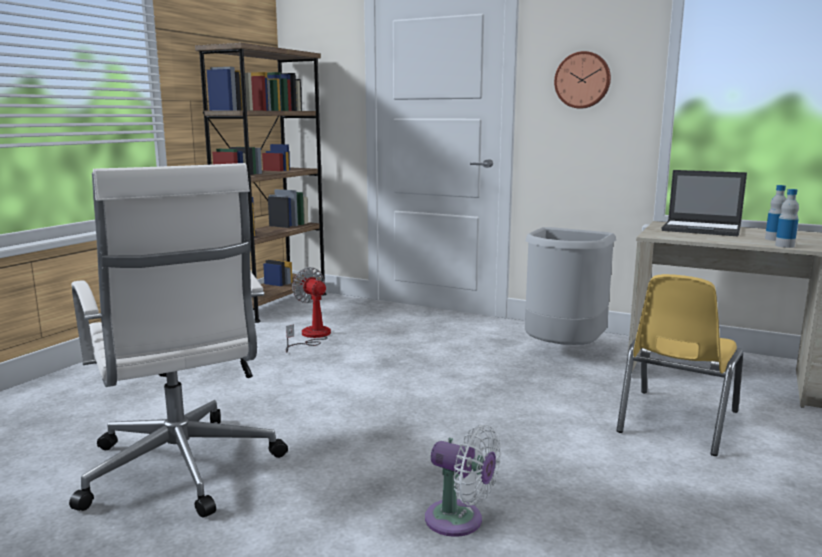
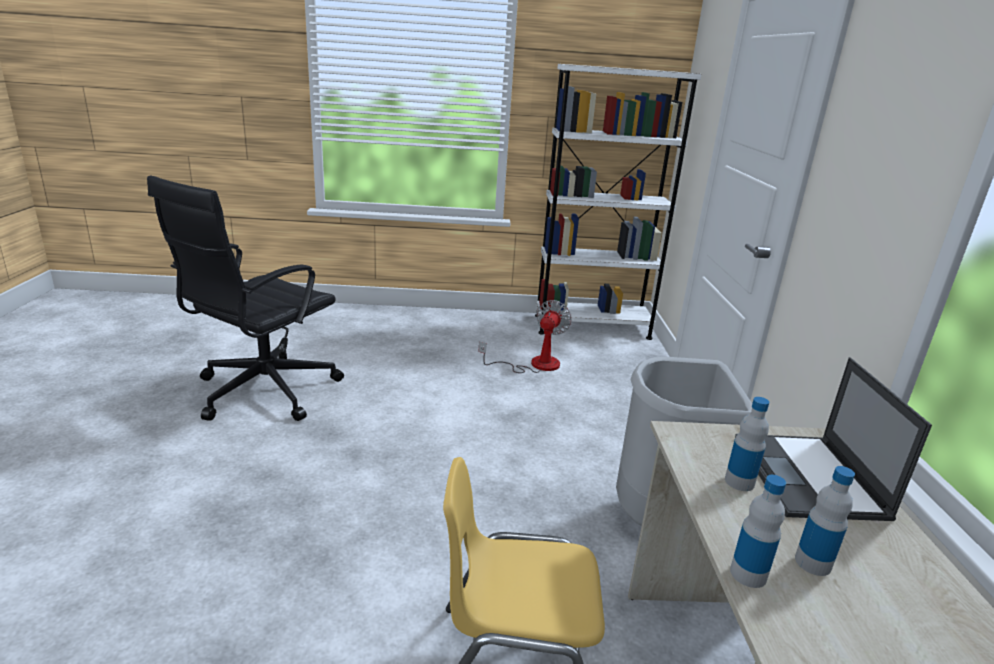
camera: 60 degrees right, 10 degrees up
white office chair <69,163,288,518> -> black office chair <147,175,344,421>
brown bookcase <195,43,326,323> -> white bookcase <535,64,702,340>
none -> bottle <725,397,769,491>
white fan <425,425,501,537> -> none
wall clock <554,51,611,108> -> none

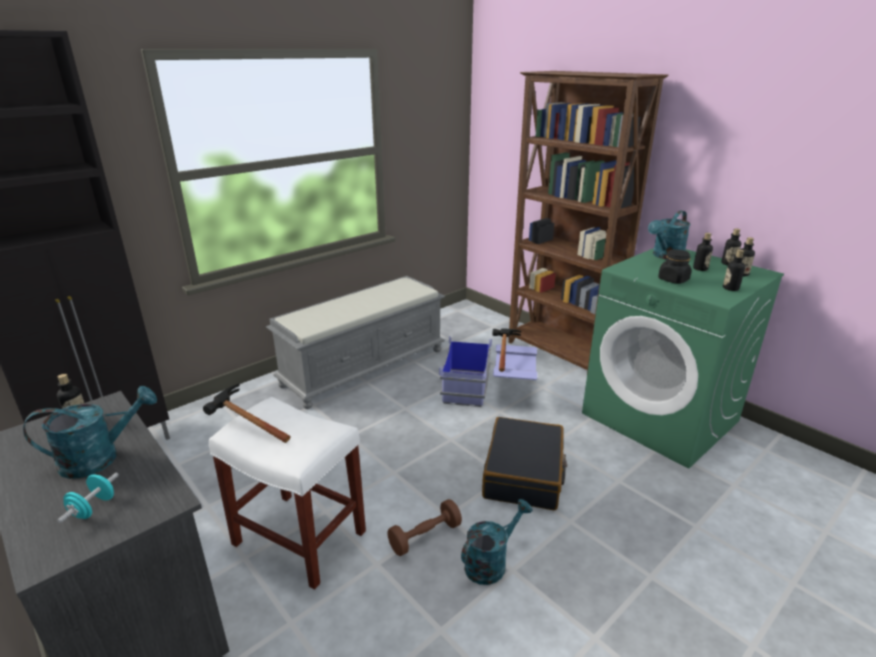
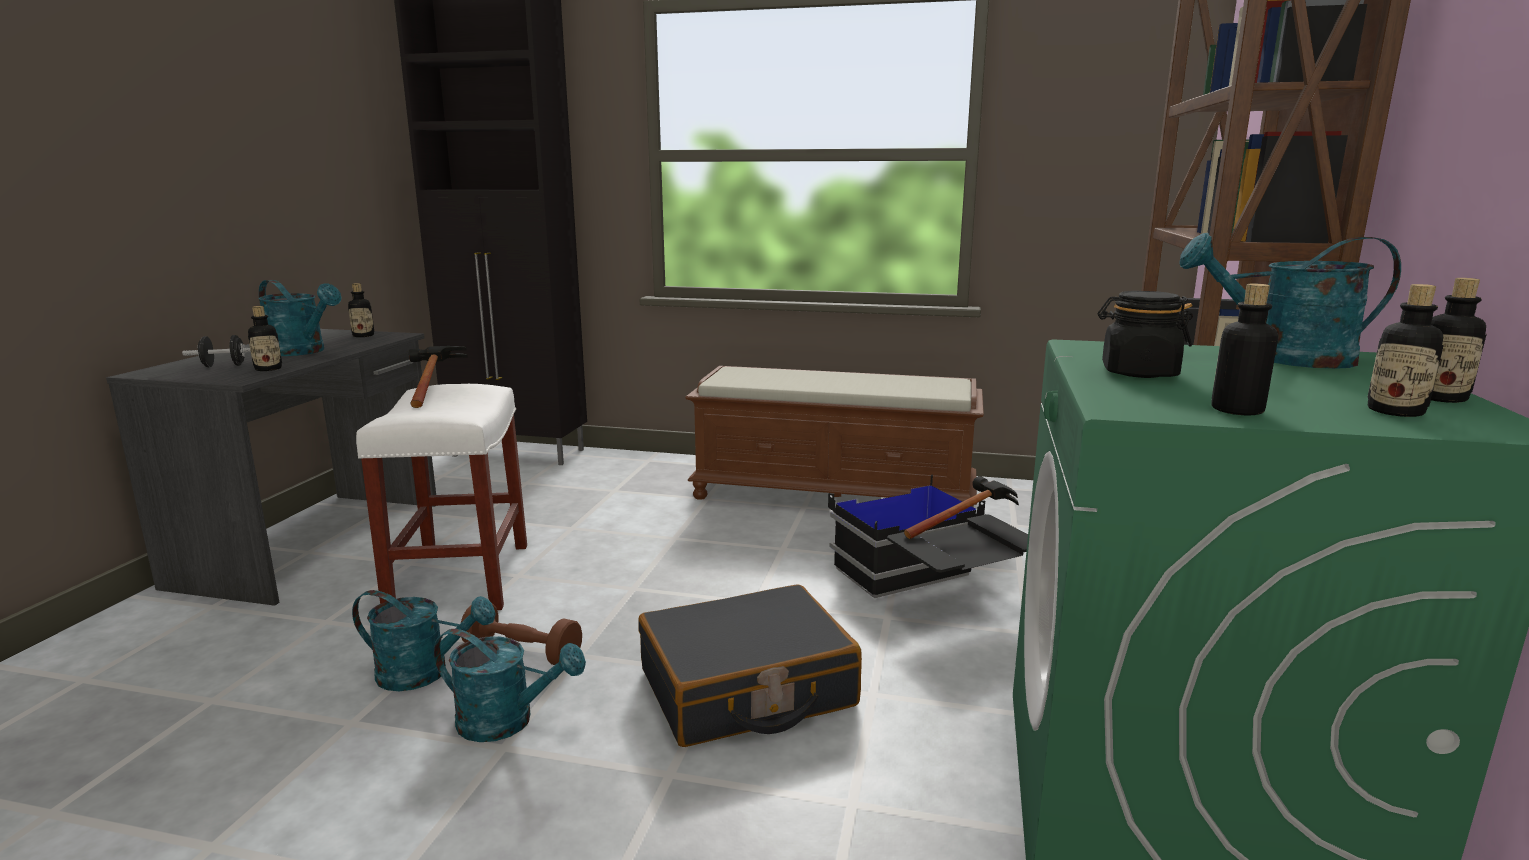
camera: 55 degrees right, 10 degrees down
turquoise dumbbell <57,473,119,523> -> black dumbbell <182,335,251,367>
bottle <693,233,713,271> -> bottle <248,306,282,371>, shifted
none -> turquoise watering can <352,590,496,691>
grey bench <266,276,445,409> -> brown bench <685,366,984,507>
blue storage box <439,336,537,407> -> black storage box <828,474,1028,598>

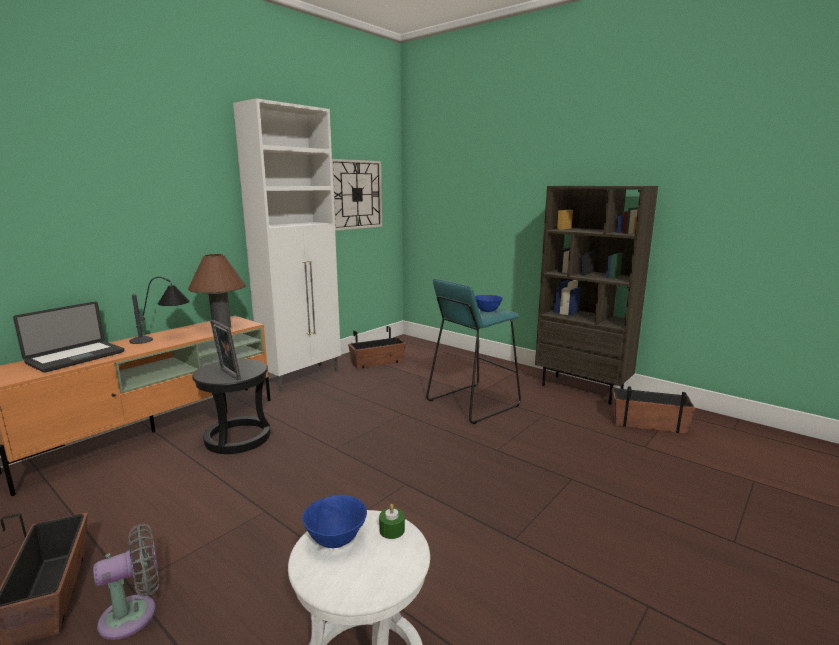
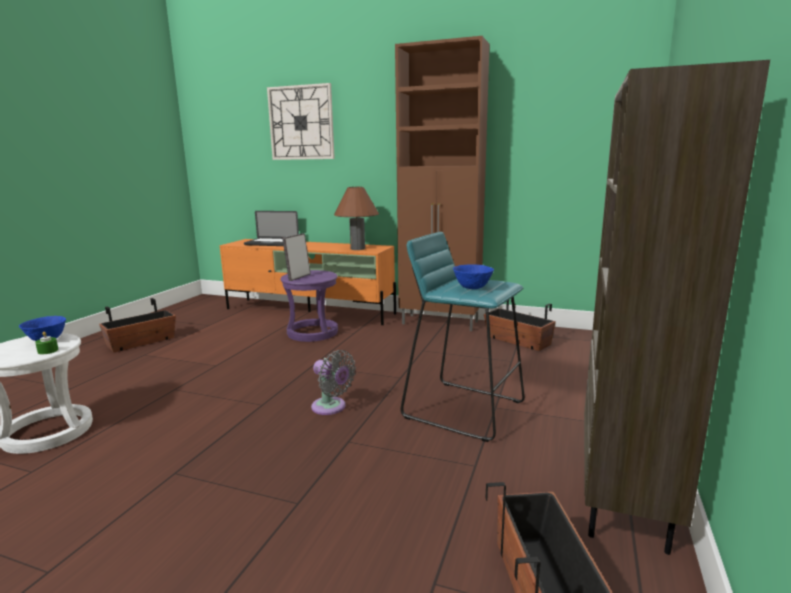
camera: 70 degrees right, 0 degrees up
wall clock <332,159,382,231> -> wall clock <267,83,335,160>, shifted
black stool <192,359,271,454> -> purple stool <280,270,338,342>
grey fan <93,524,159,640> -> grey fan <311,350,356,415>, shifted
white cabinet <233,98,341,392> -> brown cabinet <395,36,490,331>
table lamp <129,277,190,344> -> none

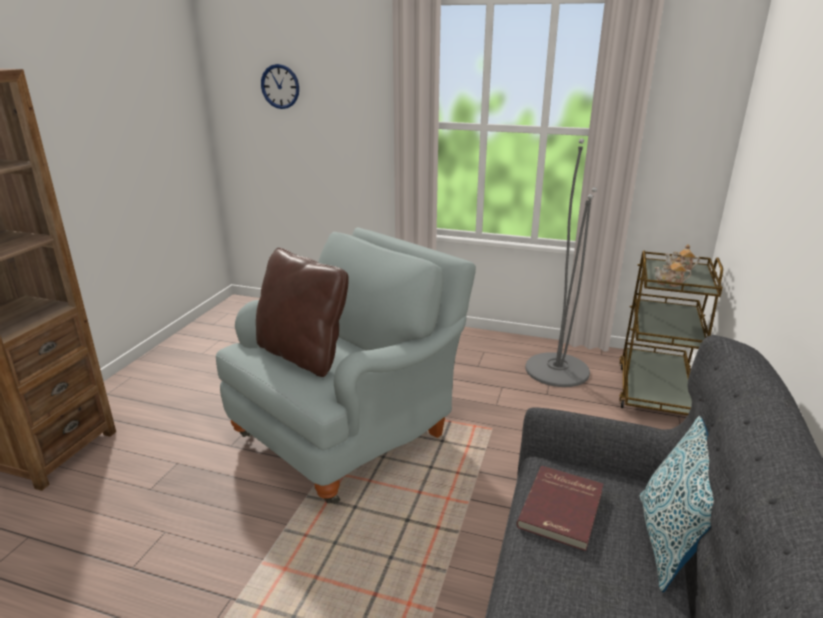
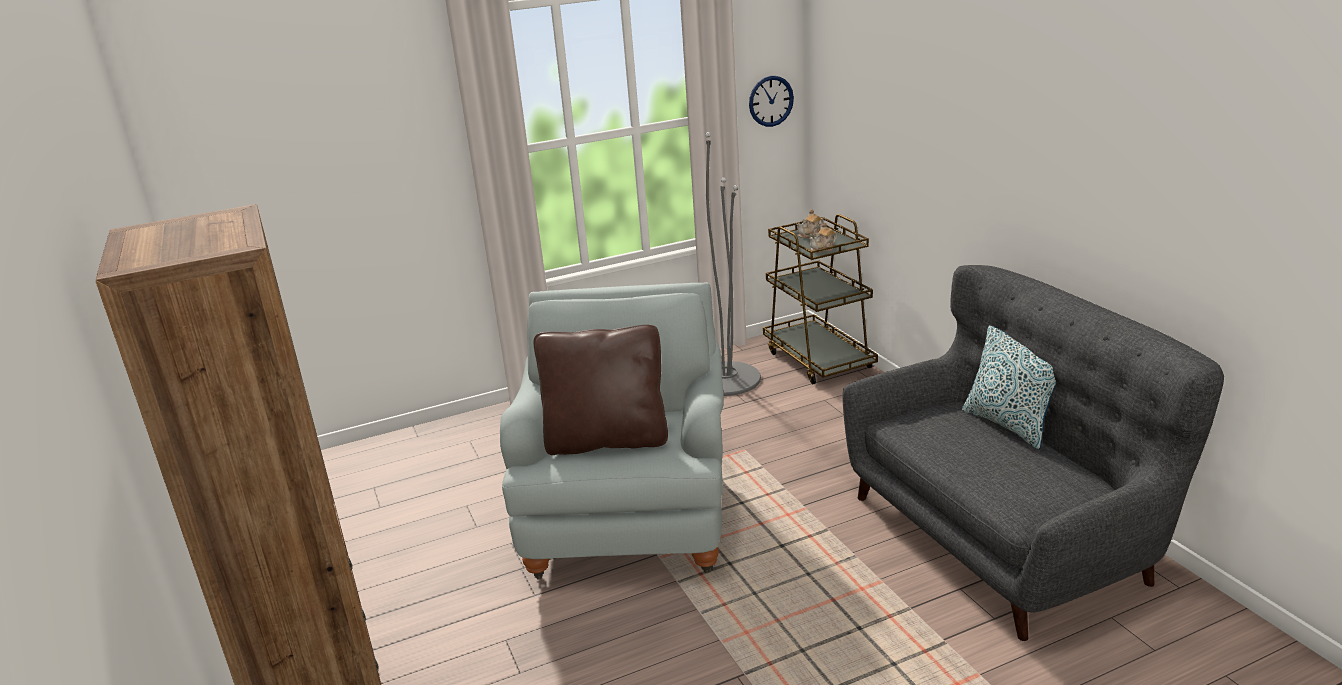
camera: 40 degrees left, 0 degrees up
wall clock <261,64,299,109> -> wall clock <749,76,794,127>, shifted
red book <517,466,603,551> -> none

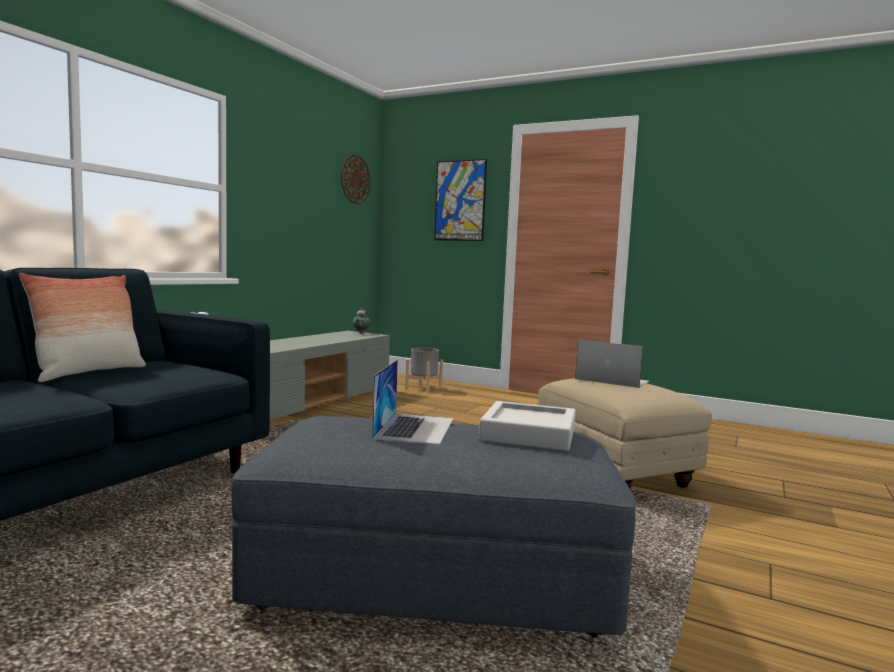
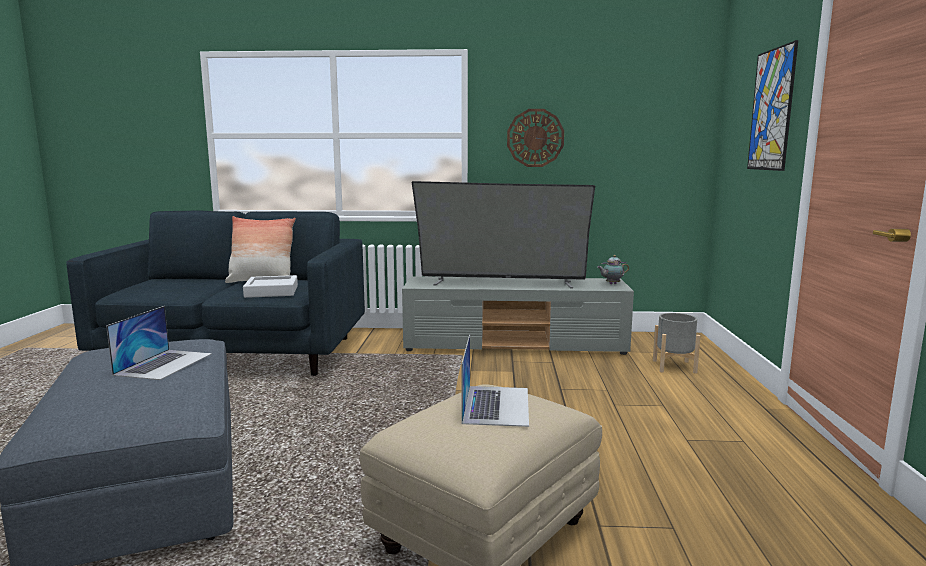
camera: 65 degrees right, 5 degrees up
laptop <372,360,454,445> -> laptop <106,306,212,380>, 60 degrees counterclockwise
grey tray <479,401,576,451> -> grey tray <243,275,298,298>, shifted
none -> television <412,181,595,289>
wall clock <341,154,371,204> -> wall clock <507,109,564,167>, shifted

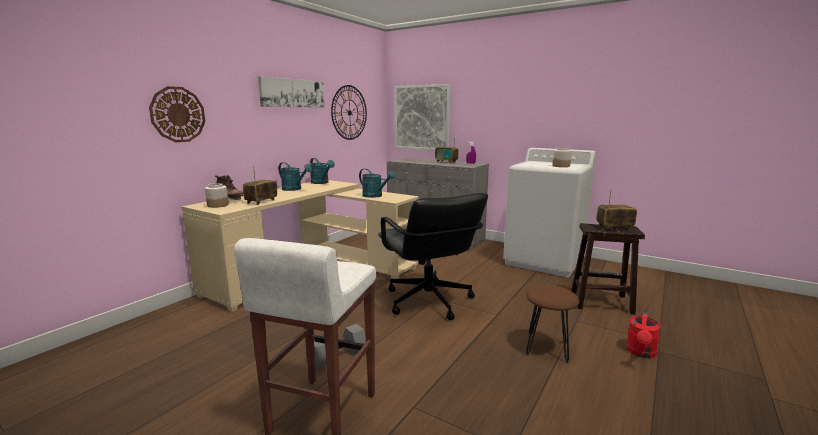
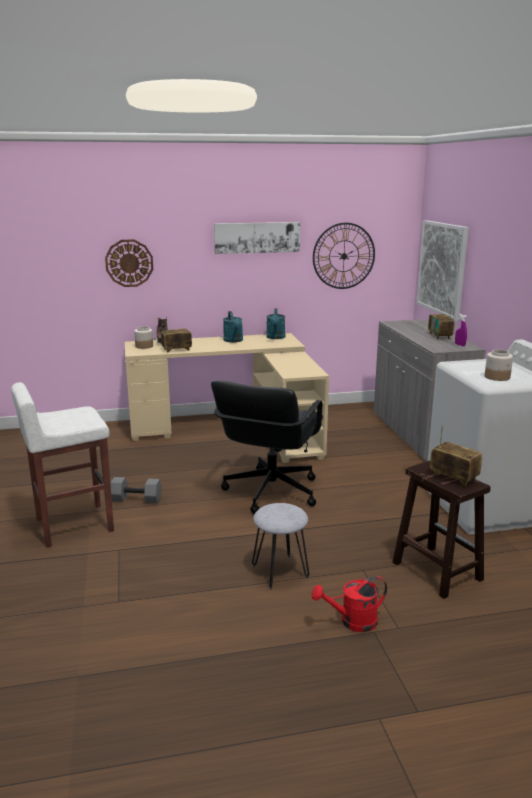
camera: 45 degrees right, 5 degrees up
brown stool <526,285,579,363> -> grey stool <252,503,309,589>
turquoise watering can <359,169,396,198> -> none

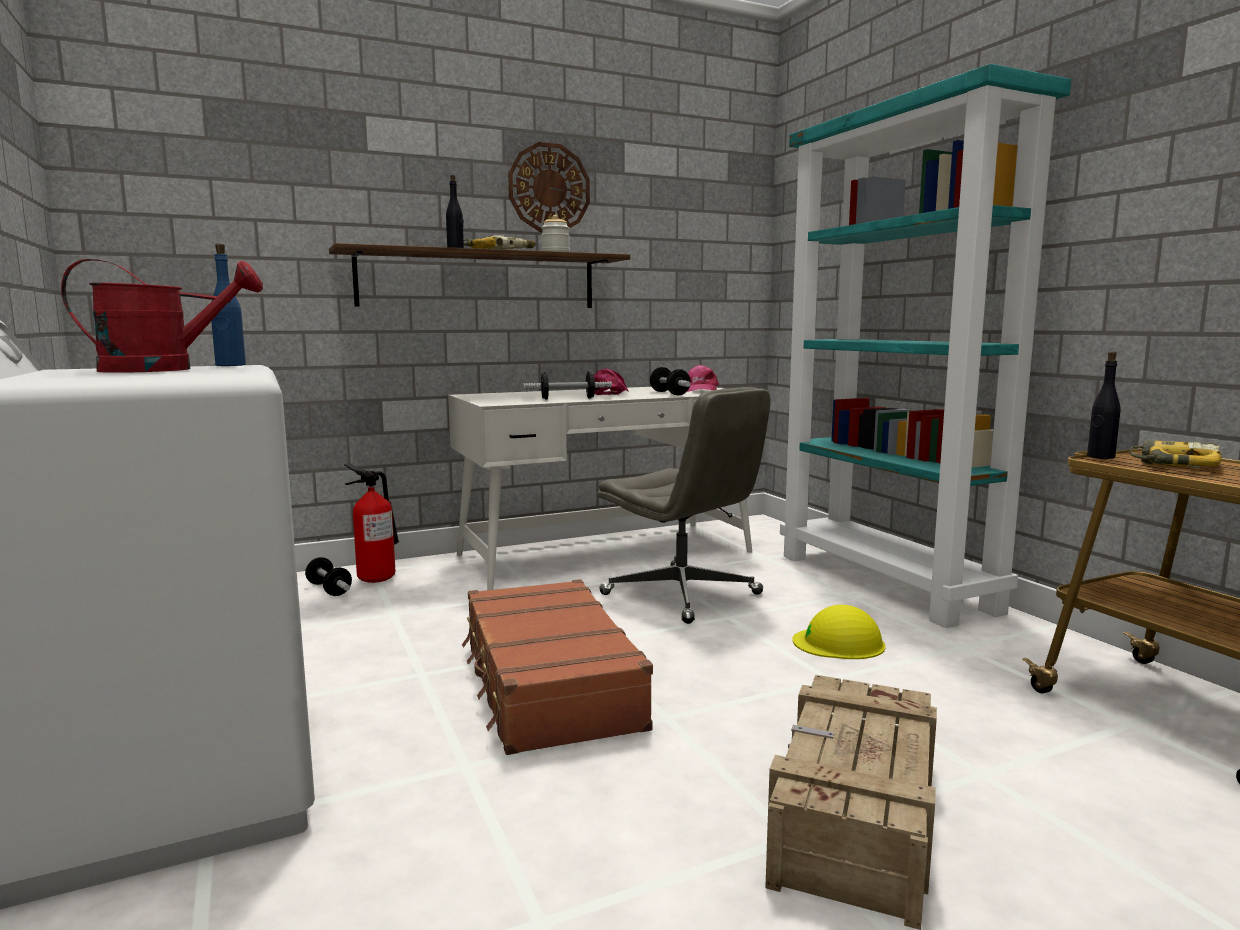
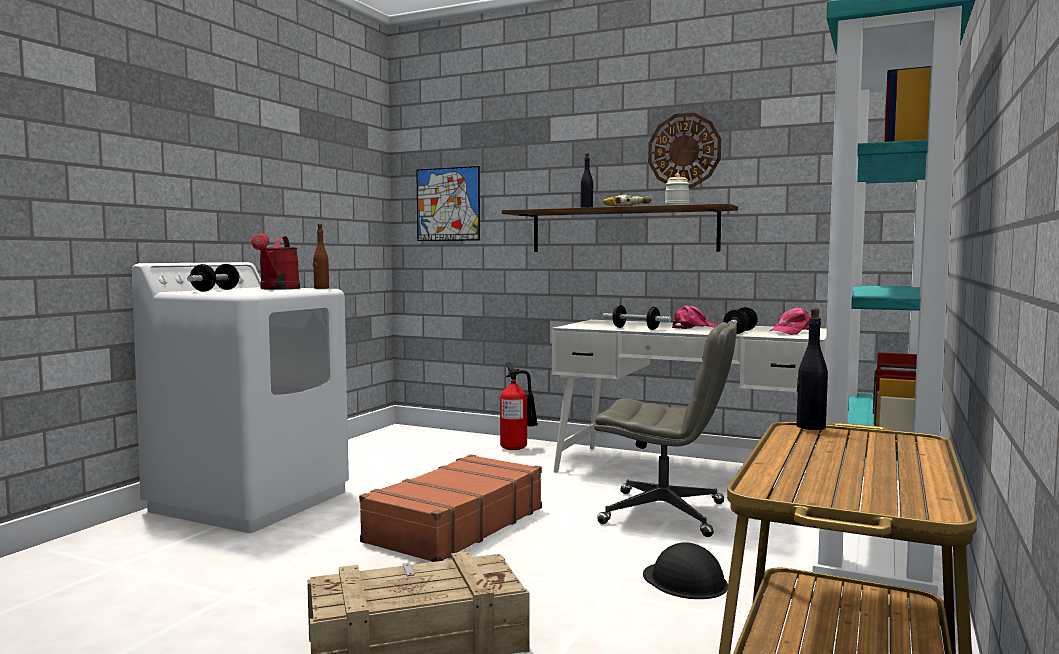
camera: 50 degrees right, 5 degrees down
dumbbell <305,557,352,596> -> dumbbell <187,264,240,292>, shifted
red watering can <61,259,263,373> -> red watering can <251,233,300,290>, 60 degrees clockwise
blue bottle <211,243,246,366> -> brown bottle <313,224,329,289>
none -> picture <416,166,480,241>
grey office chair <597,387,771,624> -> grey office chair <594,322,737,537>, 75 degrees counterclockwise
yellow hard hat <792,605,886,659> -> black hard hat <643,542,728,599>
power drill <1130,440,1222,468> -> none

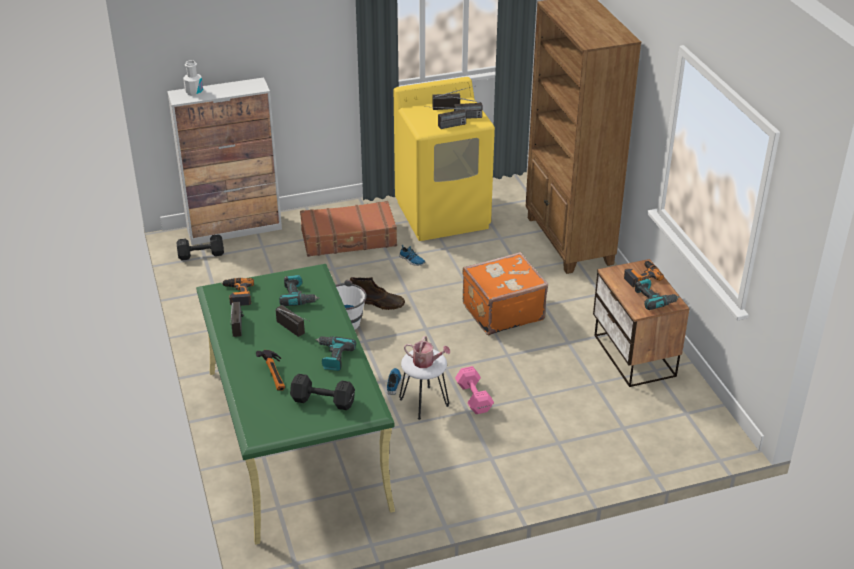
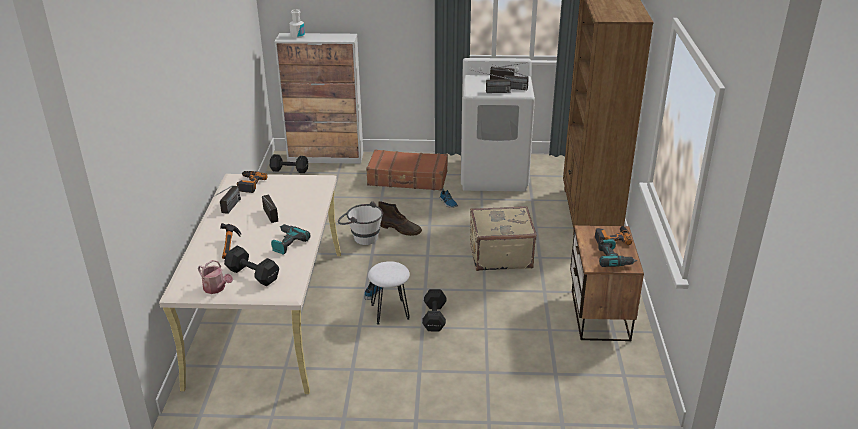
camera: 20 degrees right, 5 degrees down
green desk <196,264,395,545> -> beige desk <159,174,341,394>
watering can <404,336,450,368> -> watering can <198,260,233,294>, shifted
pink dumbbell <455,366,494,414> -> black dumbbell <422,289,446,332>
yellow washing machine <394,77,495,241> -> white washing machine <461,58,535,191>
orange suitcase <463,252,548,335> -> beige suitcase <470,206,537,271>
power drill <279,275,320,306> -> none

